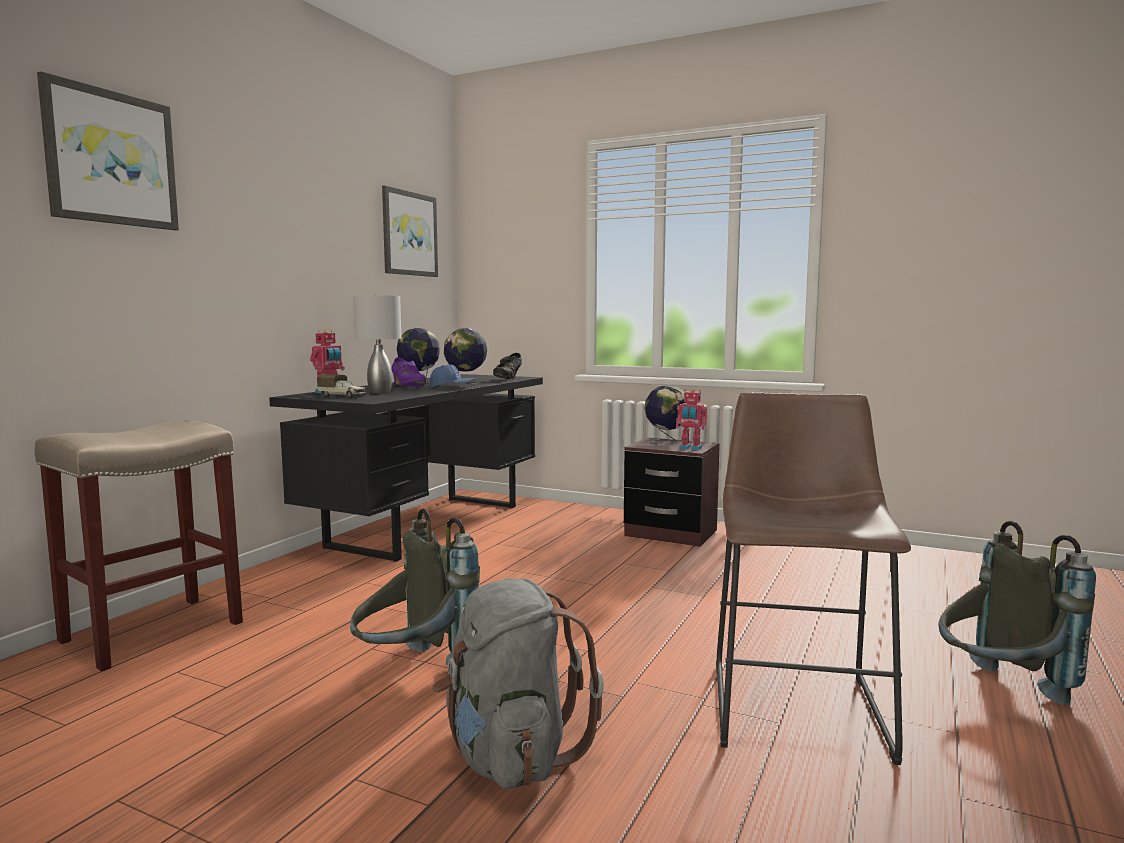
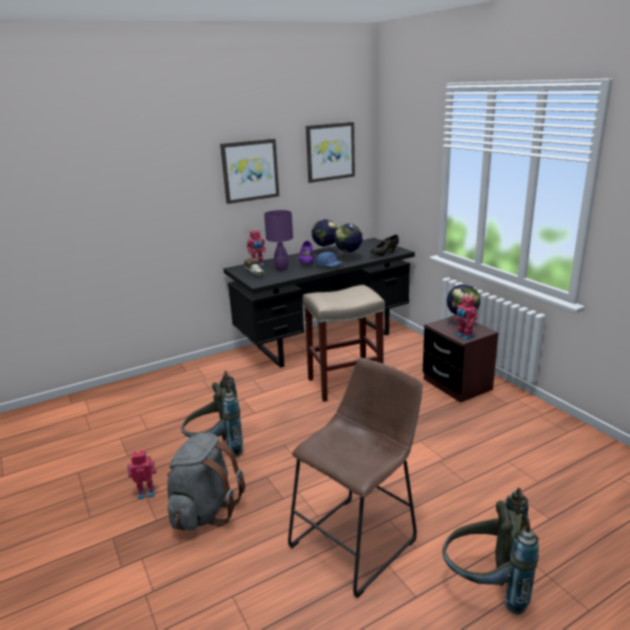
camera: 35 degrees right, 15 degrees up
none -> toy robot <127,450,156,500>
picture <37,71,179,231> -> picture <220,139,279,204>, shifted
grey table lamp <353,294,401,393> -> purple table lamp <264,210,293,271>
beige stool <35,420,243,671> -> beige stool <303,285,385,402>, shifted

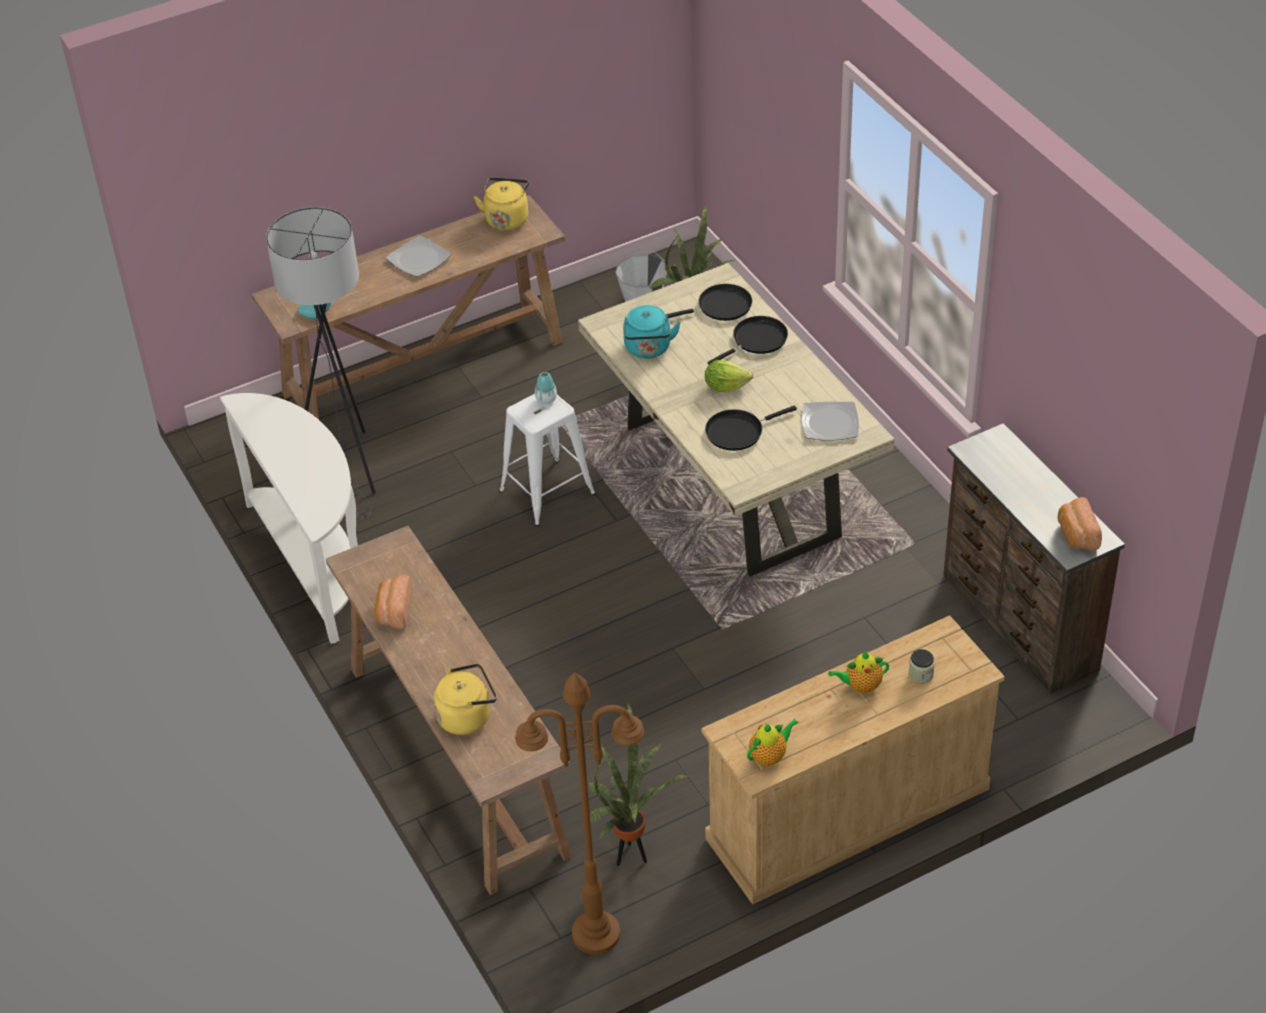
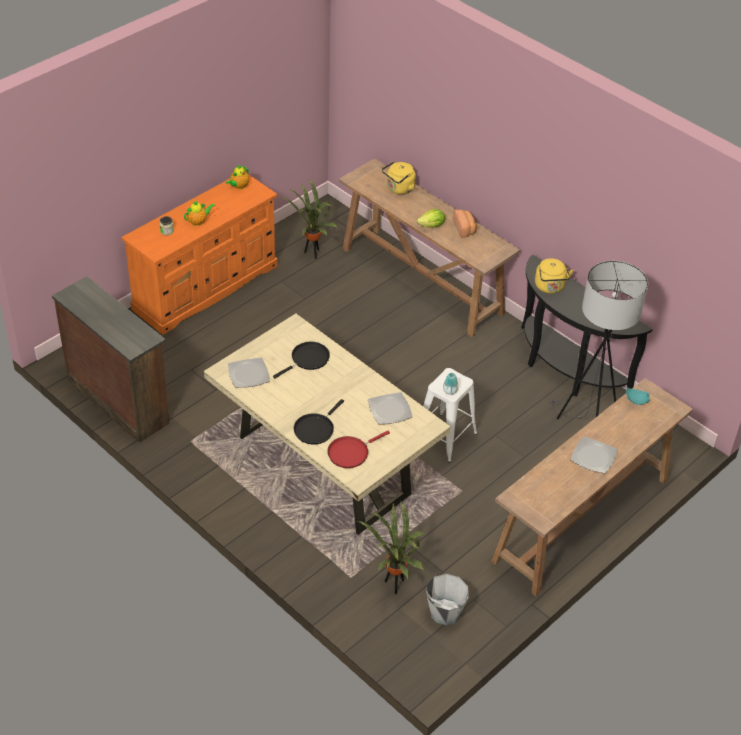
camera: 160 degrees right, 0 degrees up
beige dresser <701,615,1005,905> -> orange dresser <121,174,278,335>
black frying pan <666,284,752,321> -> red frying pan <327,430,390,468>
turquoise kettle <623,305,681,358> -> plate <368,392,413,424>
lettuce <705,360,753,392> -> lettuce <416,209,445,228>, shifted
white console table <220,393,358,644> -> black console table <521,255,653,397>
yellow kettle <474,177,529,231> -> yellow kettle <535,258,574,294>, shifted
brown floor lamp <515,673,644,954> -> none
bread <1058,497,1102,550> -> none

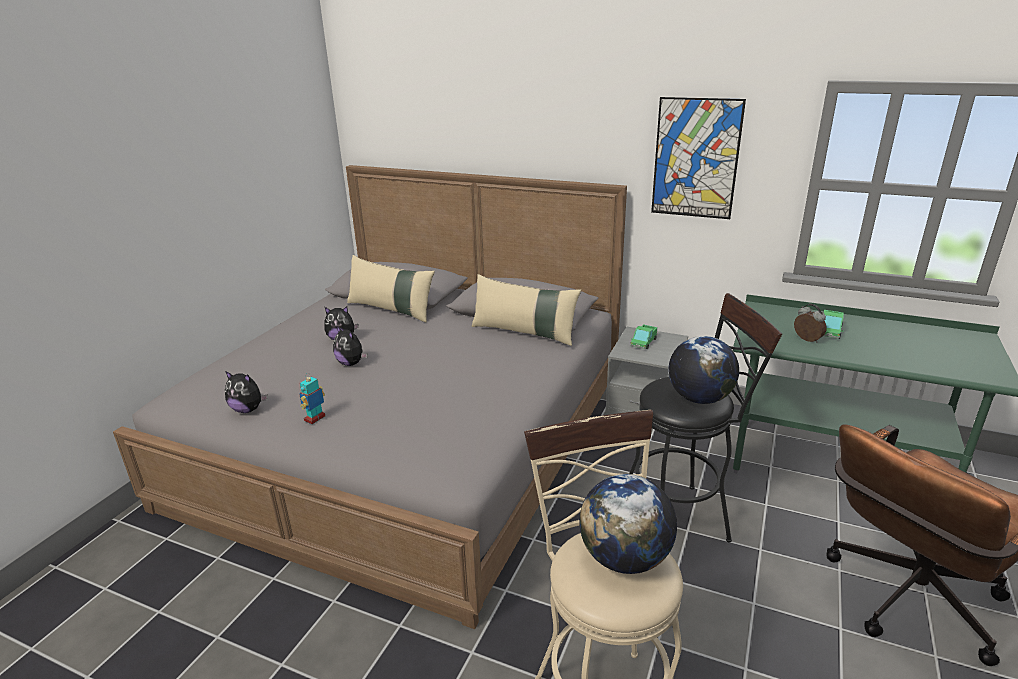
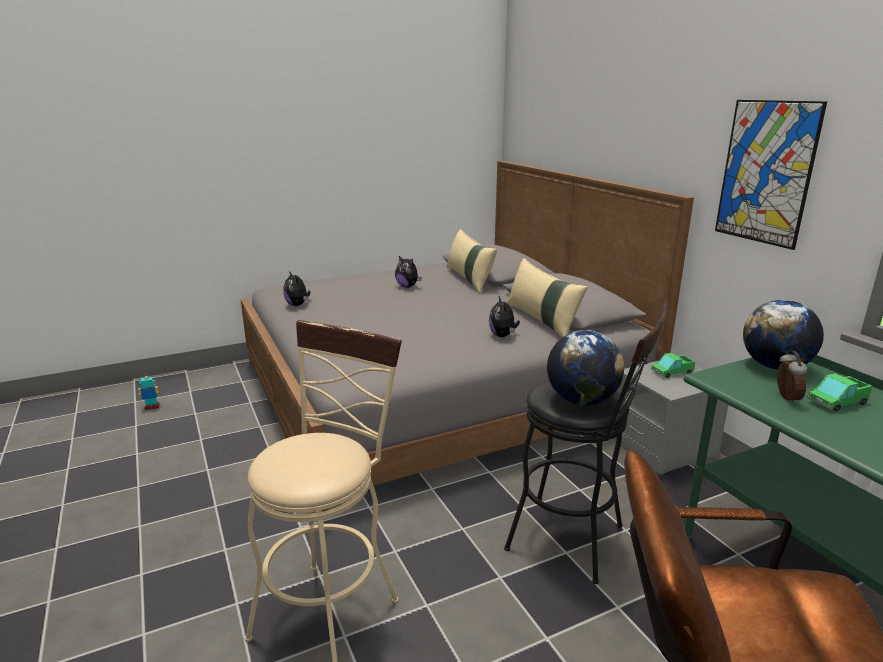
camera: 40 degrees right, 5 degrees down
toy robot <299,375,325,424> -> toy robot <138,373,160,410>, shifted
plush toy <333,325,368,366> -> plush toy <489,297,520,337>, shifted
globe <579,474,677,574> -> globe <743,300,824,370>, shifted

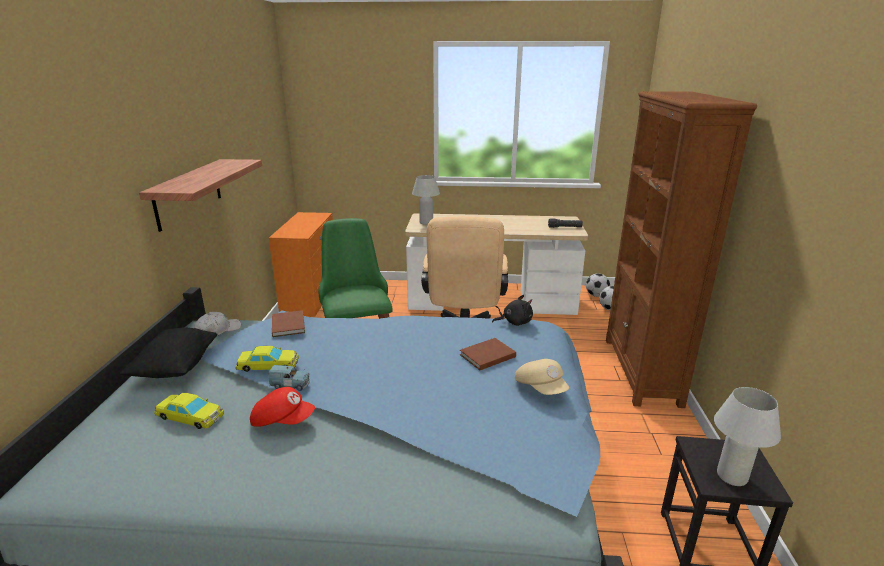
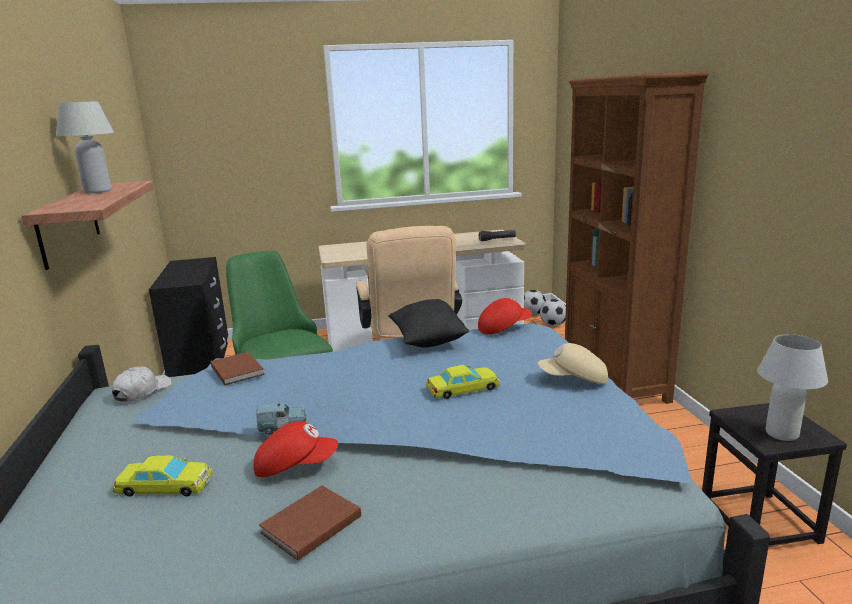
camera: 15 degrees left, 5 degrees down
white table lamp <412,175,440,225> -> white table lamp <56,101,114,193>, shifted
orange dresser <269,212,333,317> -> black dresser <149,257,228,377>
brown book <460,338,516,370> -> brown book <259,485,361,560>, shifted
black pillow <119,327,217,378> -> black pillow <388,299,469,347>, shifted
yellow toy car <236,346,299,372> -> yellow toy car <426,365,500,399>, shifted
black plush toy <492,295,533,326> -> red cap <478,298,532,335>
beige cap <515,359,569,395> -> beige cap <538,343,608,384>, 135 degrees clockwise

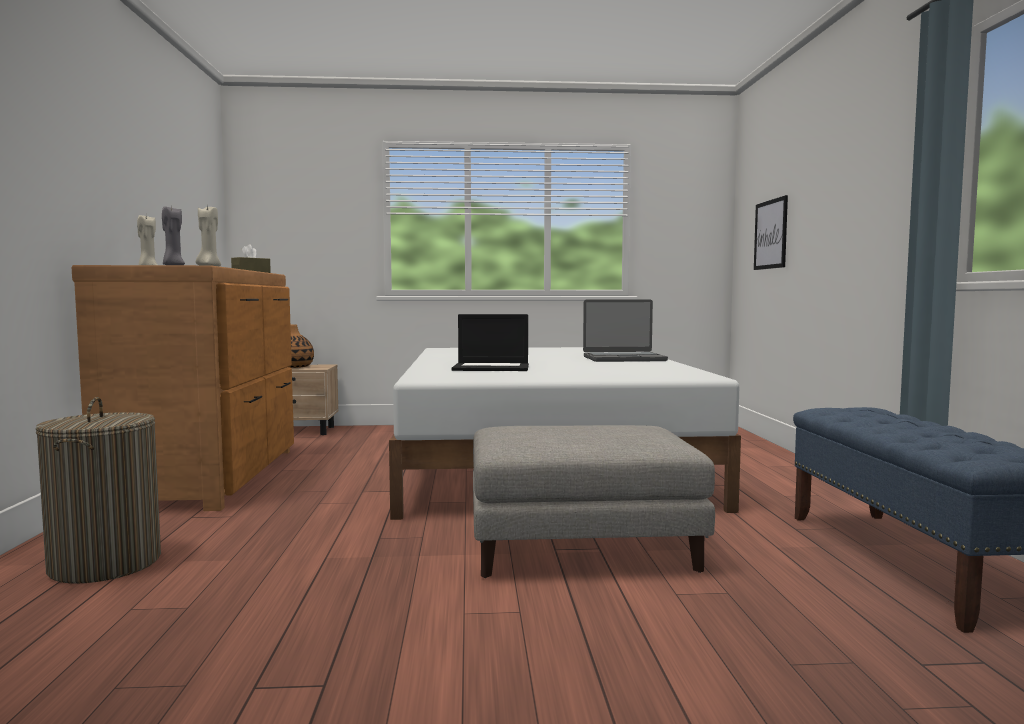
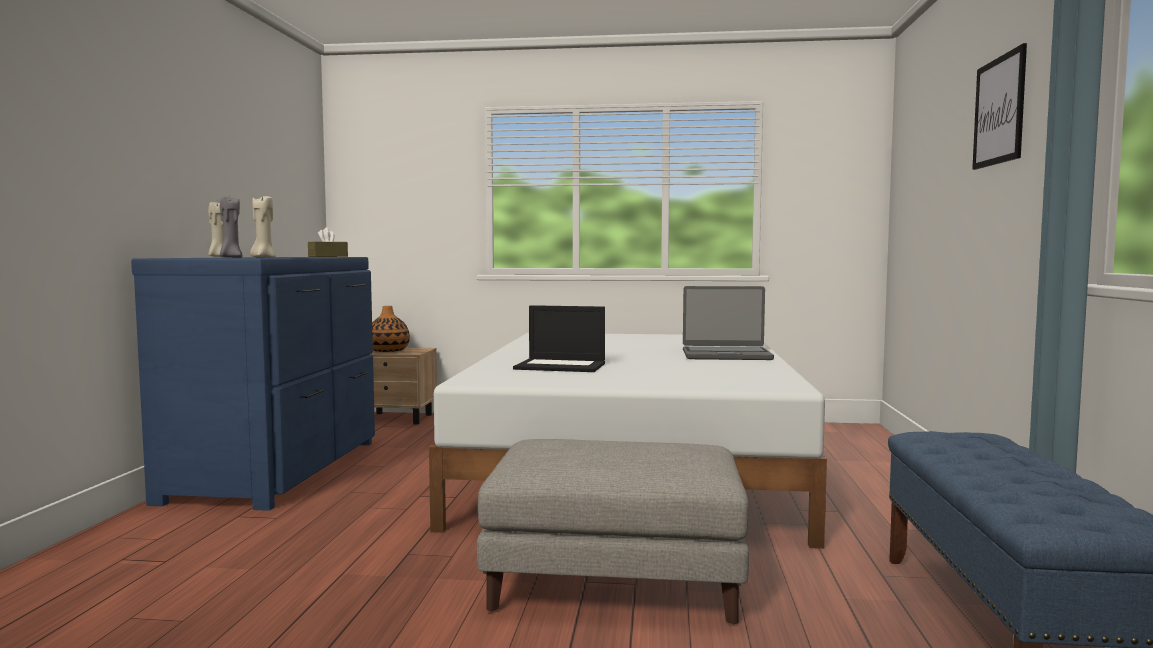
camera: 10 degrees right, 0 degrees up
brown dresser <72,265,294,511> -> blue dresser <131,257,375,511>
picture <754,195,788,270> -> picture <972,43,1027,170>, shifted
laundry basket <36,397,161,584> -> none

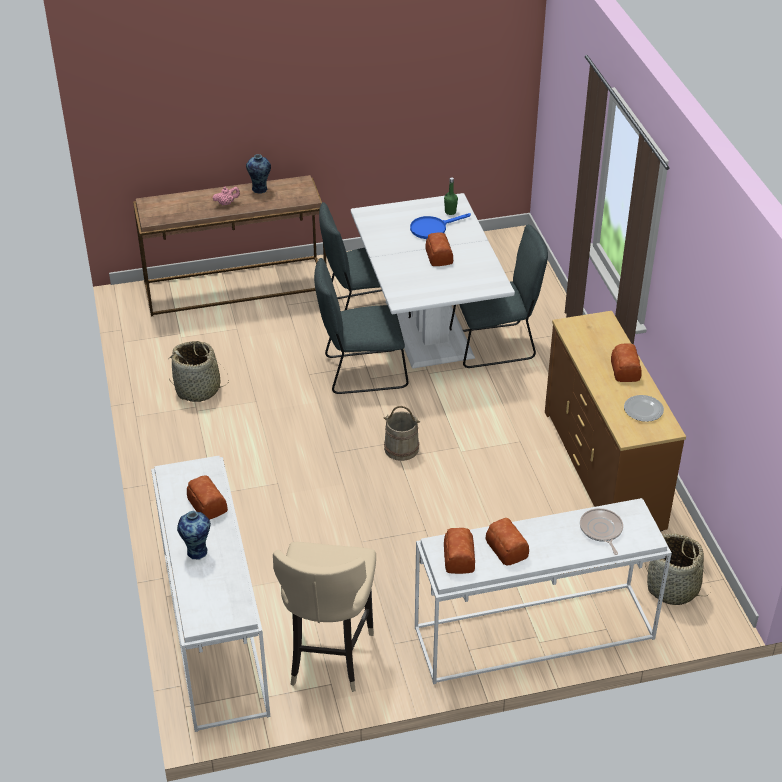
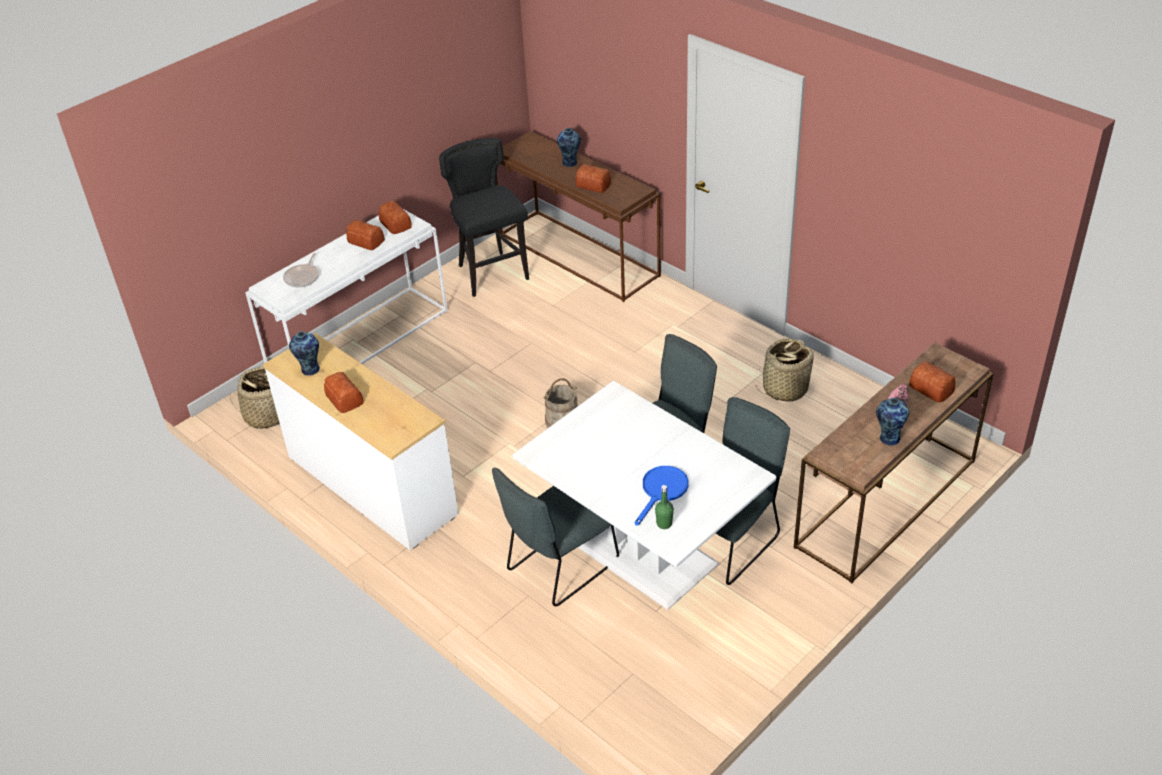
camera: 150 degrees right, 0 degrees up
brown dresser <545,311,686,531> -> white dresser <263,333,458,550>
frying pan <580,508,623,555> -> frying pan <283,253,319,287>, 60 degrees clockwise
plate <624,395,664,422> -> vase <289,331,320,375>
beige stool <273,542,376,692> -> black stool <439,138,529,297>
white console table <151,456,270,732> -> brown console table <496,131,661,302>
bread <426,232,453,266> -> bread <909,361,955,403>, shifted

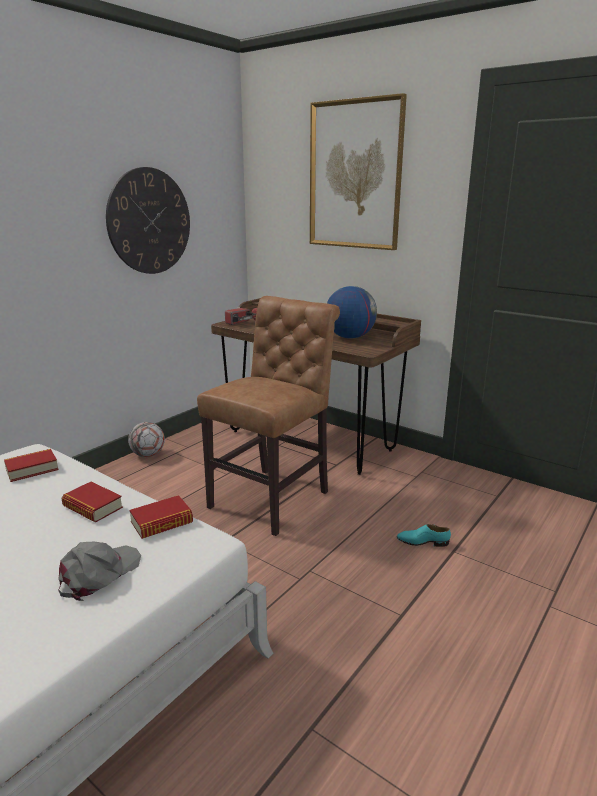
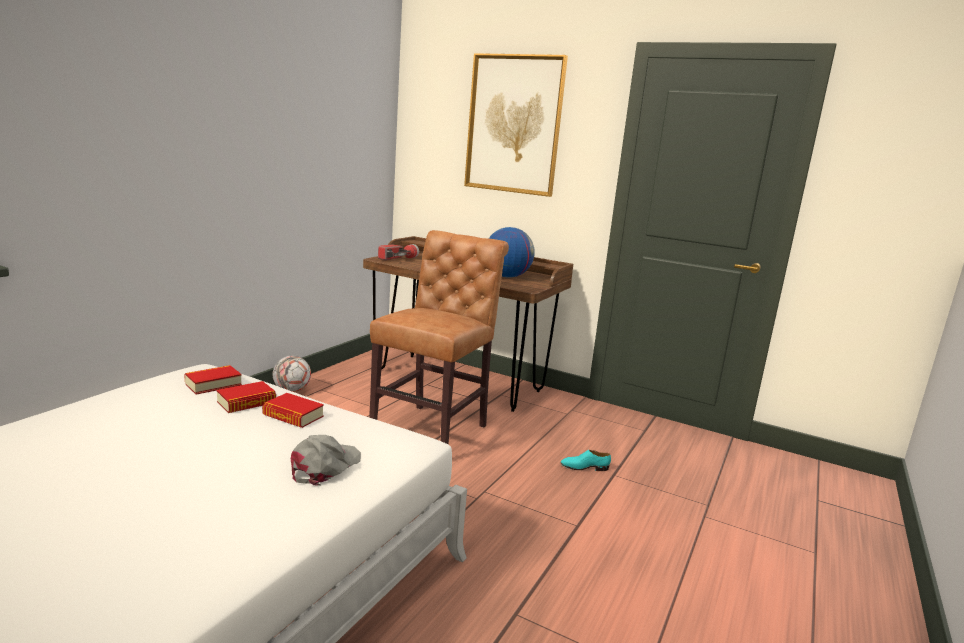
camera: 10 degrees left, 5 degrees down
book <129,495,193,539> -> book <216,381,276,413>, shifted
wall clock <106,167,190,274> -> none

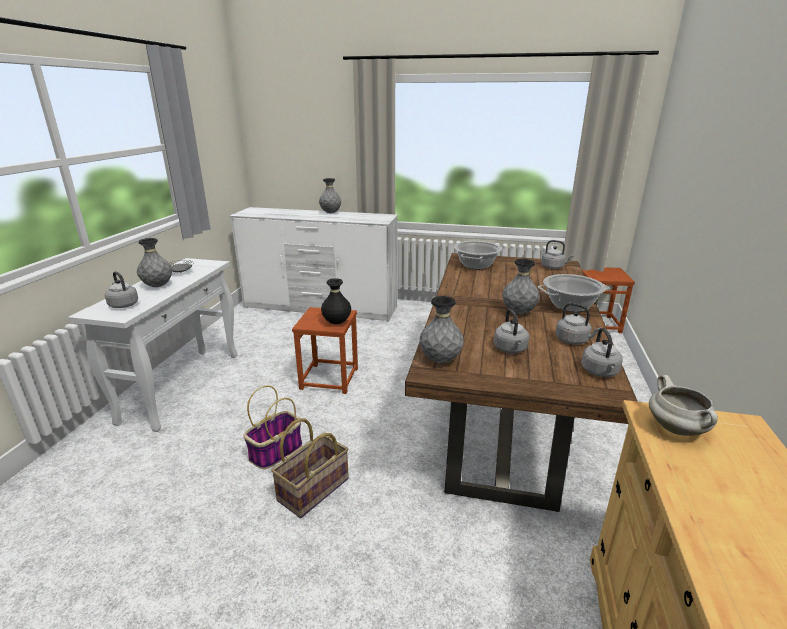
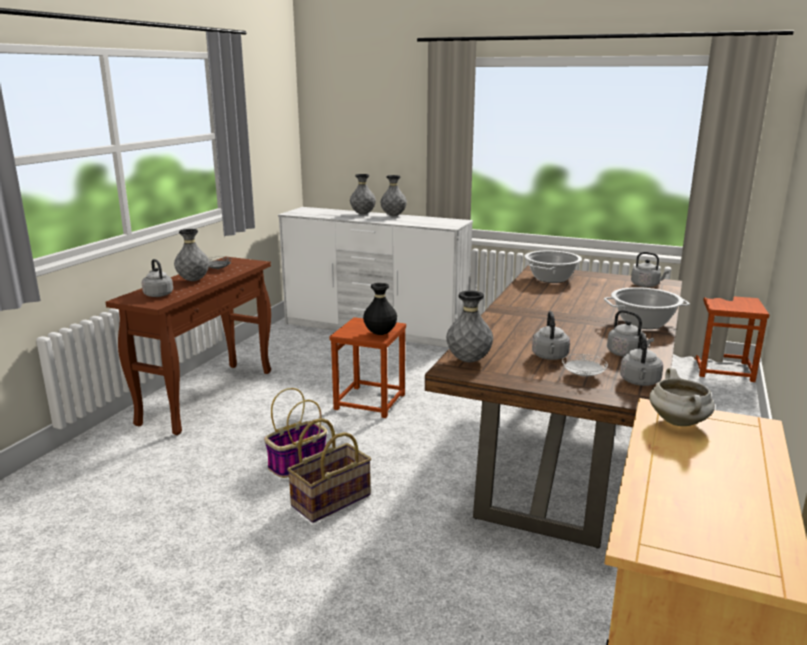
camera: 10 degrees right, 5 degrees down
white console table <68,258,238,432> -> brown console table <106,257,271,435>
grey vase <502,259,539,314> -> grey vase <350,174,376,214>, shifted
none -> white plate <562,354,608,376>

